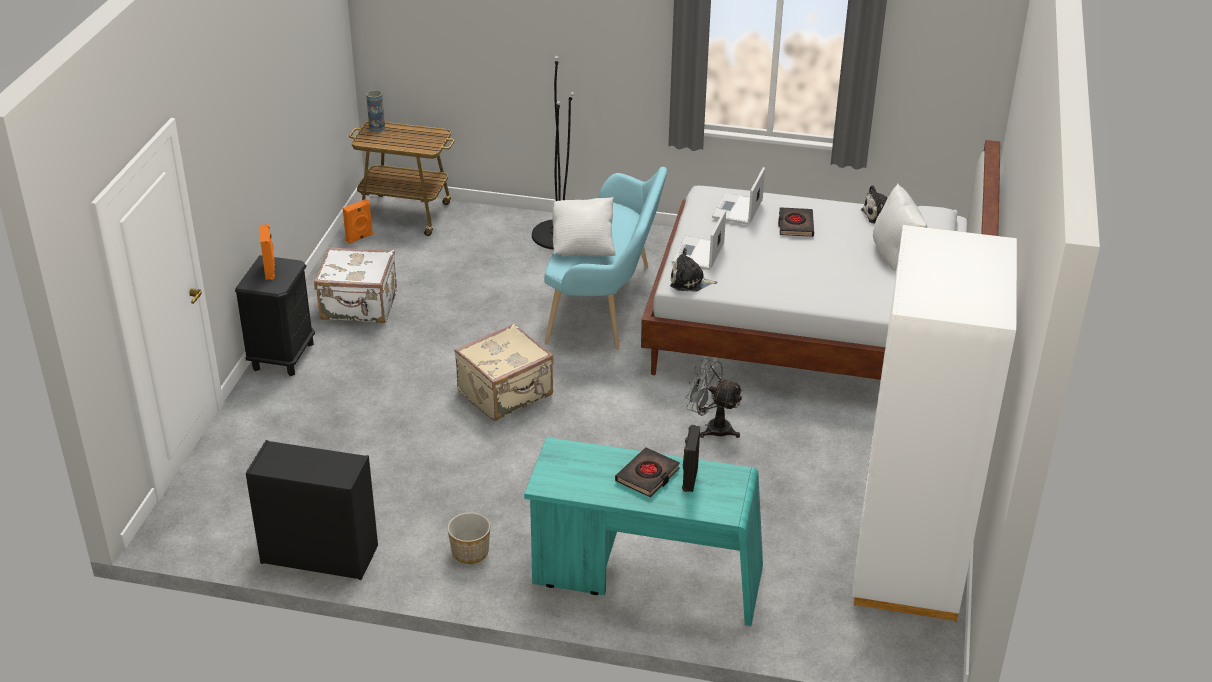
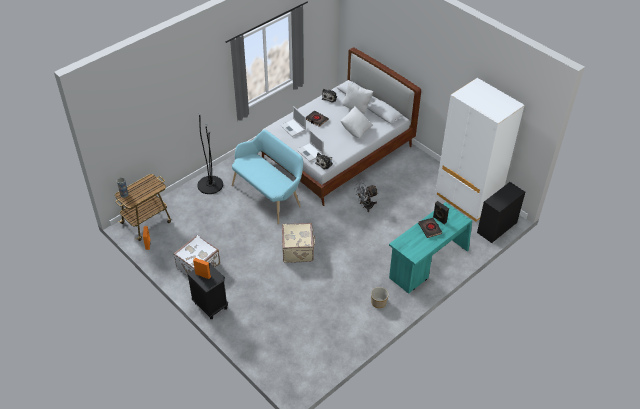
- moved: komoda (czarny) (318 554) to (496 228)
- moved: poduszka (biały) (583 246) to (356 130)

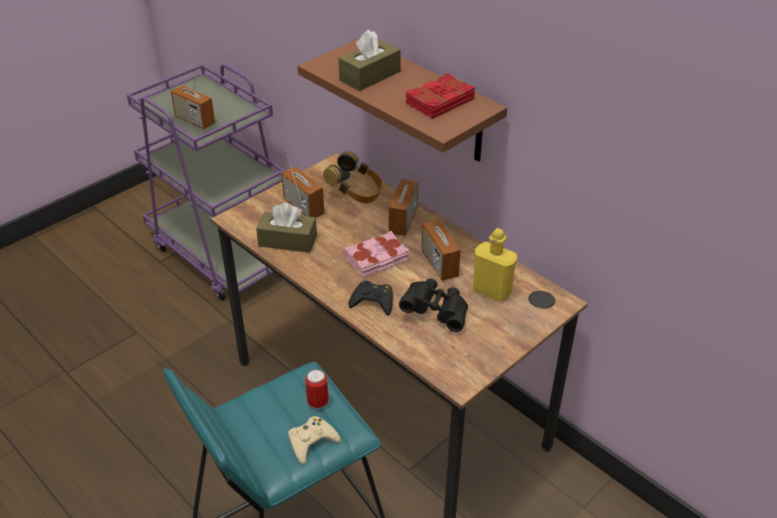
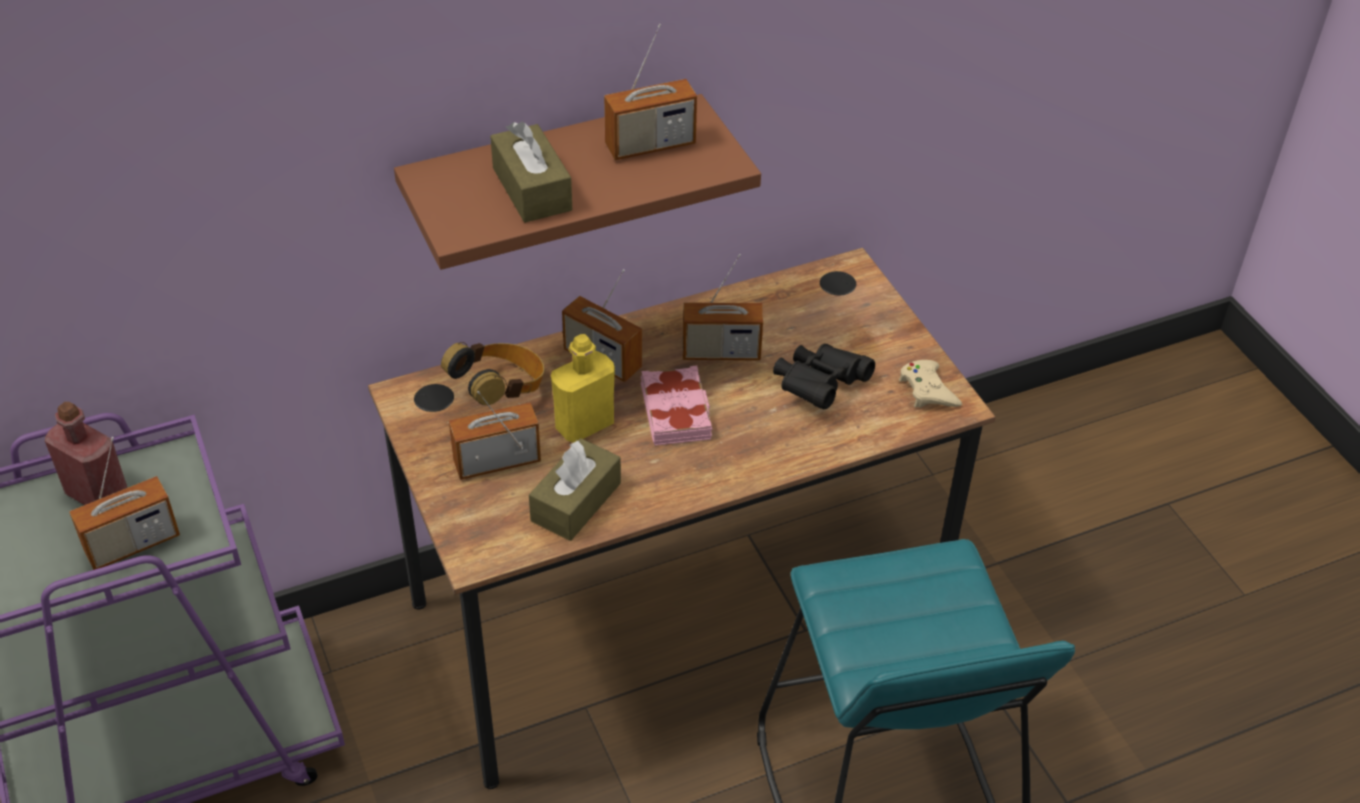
- moved: pad do gier (beżowy) (312 442) to (927 390)
- removed: puszka (318 402)
- removed: pad do gier (czarny) (373 301)
- replaced: książka (czerwony) (439 101) to radio (650 145)
- moved: butelka (żółty) (491 291) to (584 425)
- added: butelka (czerwony) (97 494)

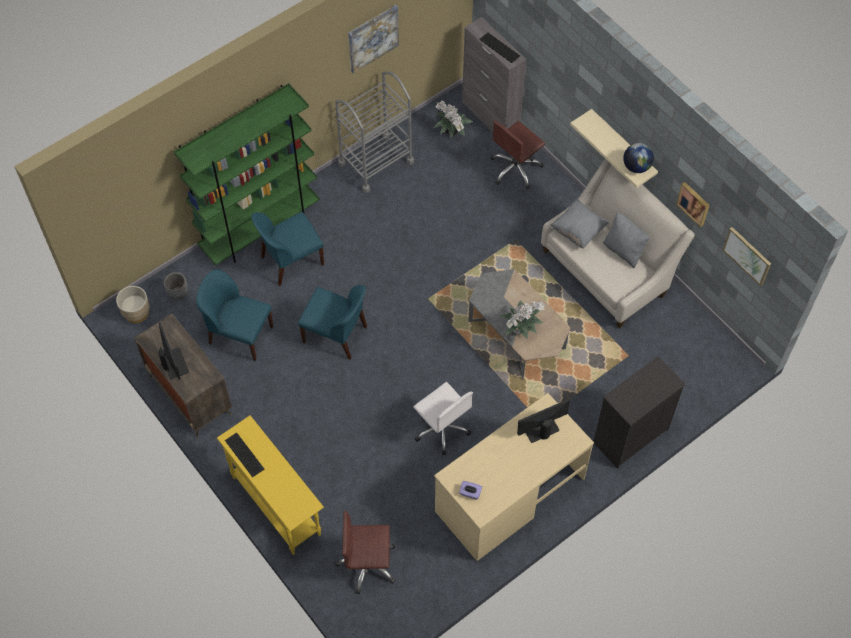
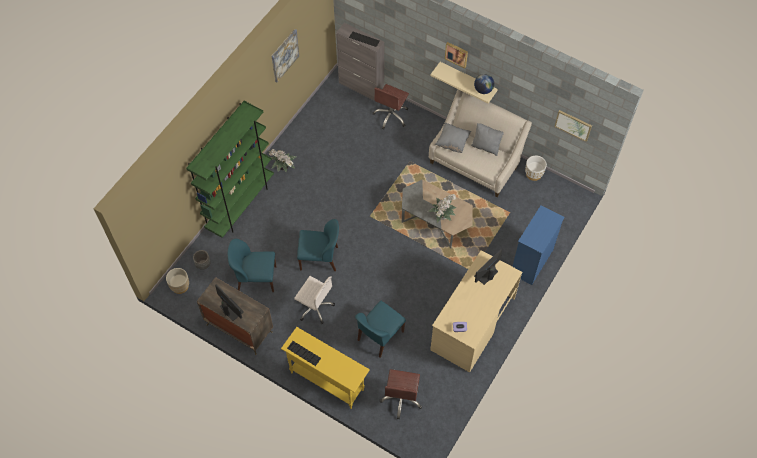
- moved: krzesło (niebieski) (291 261) to (379 336)
- removed: wózek (szary) (376 162)
- turned: krzesło biurowe (brązowy) (367 564) = (401 398) 60 degrees counterclockwise
- moved: krzesło biurowe (biały) (442 428) to (315 307)
- moved: roślina doniczkowa (451 133) to (284 168)
- recoloured: komoda (czarny) (629 436) to komoda (niebieski) (531 262)
- moved: obraz (694 203) to (456 54)
- added: donica (biały) (533 174)

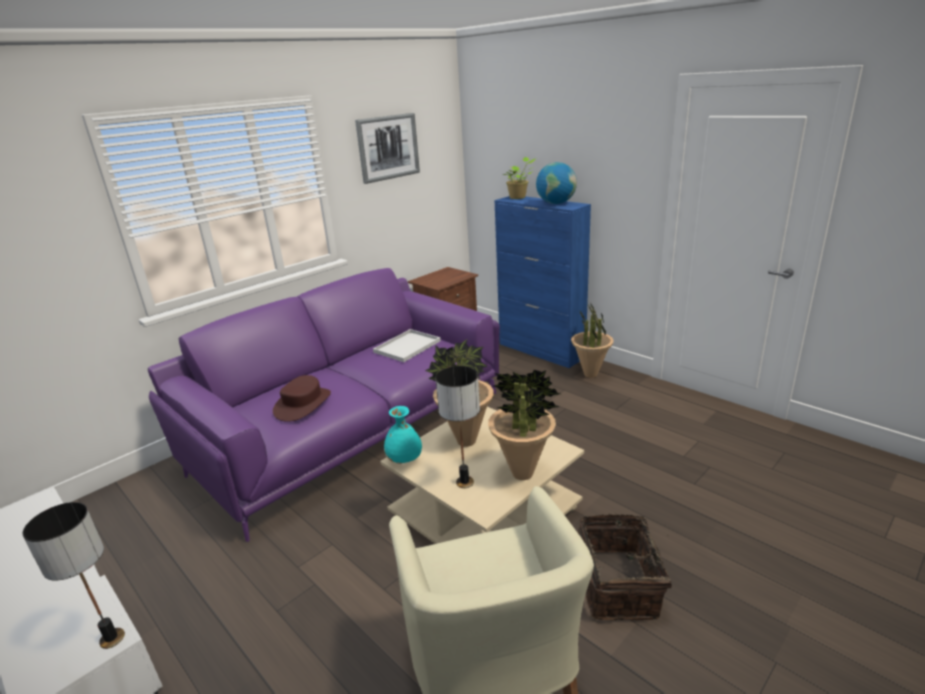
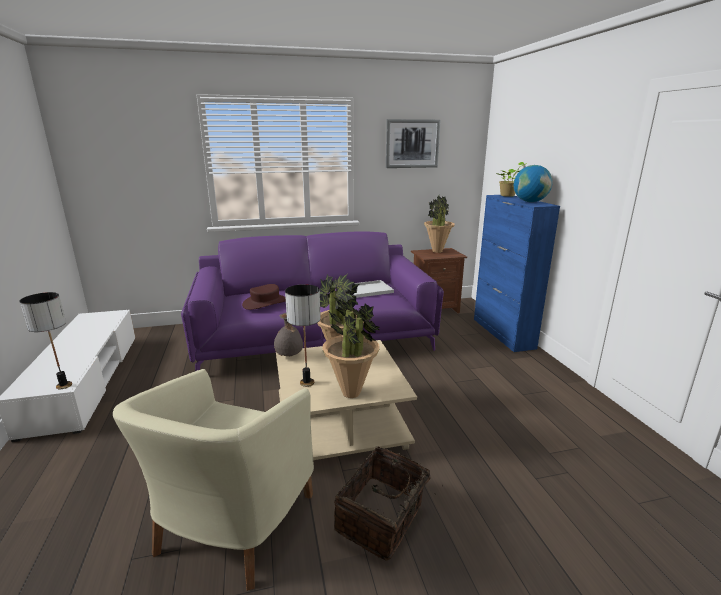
- recoloured: wazon (turkusowy) (404 460) to wazon (szary) (289 356)
- moved: roślina doniczkowa (590 374) to (437 251)

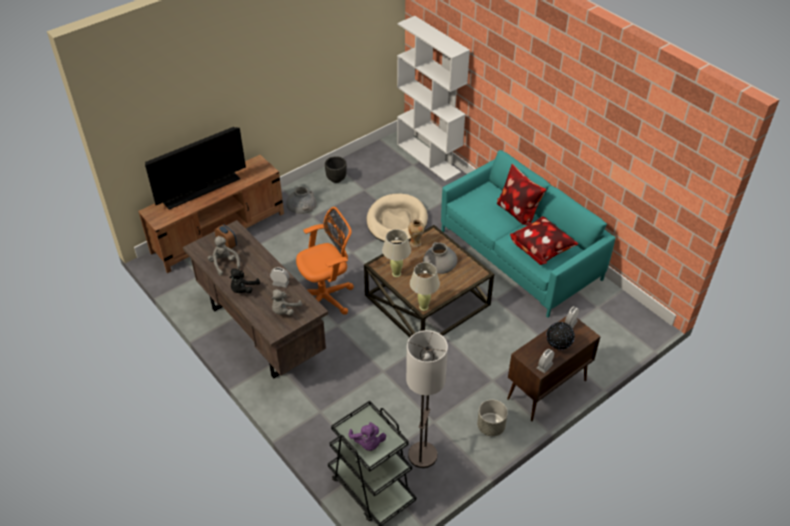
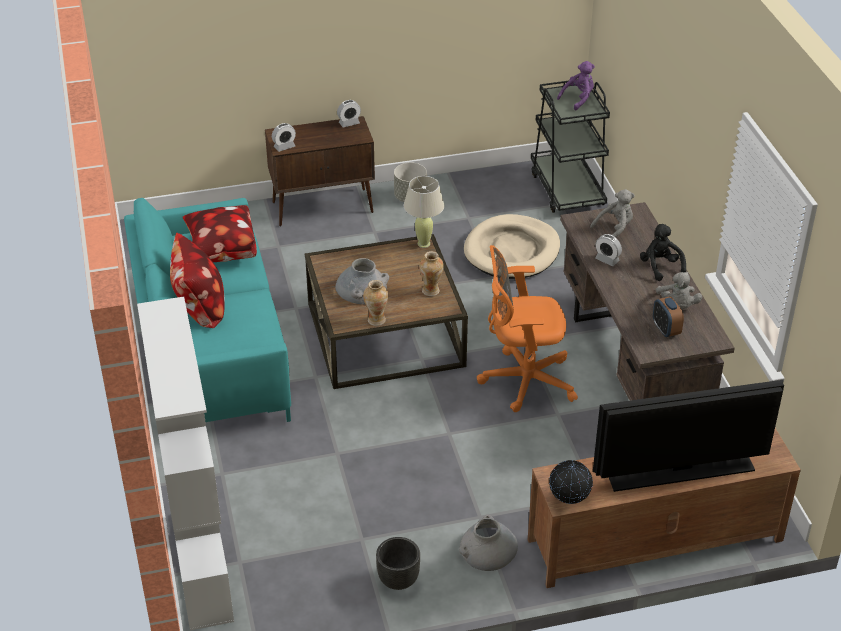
- turned: pluszak (czarny) (243 289) = (660 267) 75 degrees counterclockwise
- turned: pluszak (fioletowy) (368 443) = (578 99) 45 degrees clockwise
- moved: legowisko (beżowy) (397 221) to (512 251)
- replaced: lampa stołowa (beżowy) (396 274) to wazon (431 291)
- removed: lampa stojąca (422 455)
- moved: globus (557 347) to (569 501)

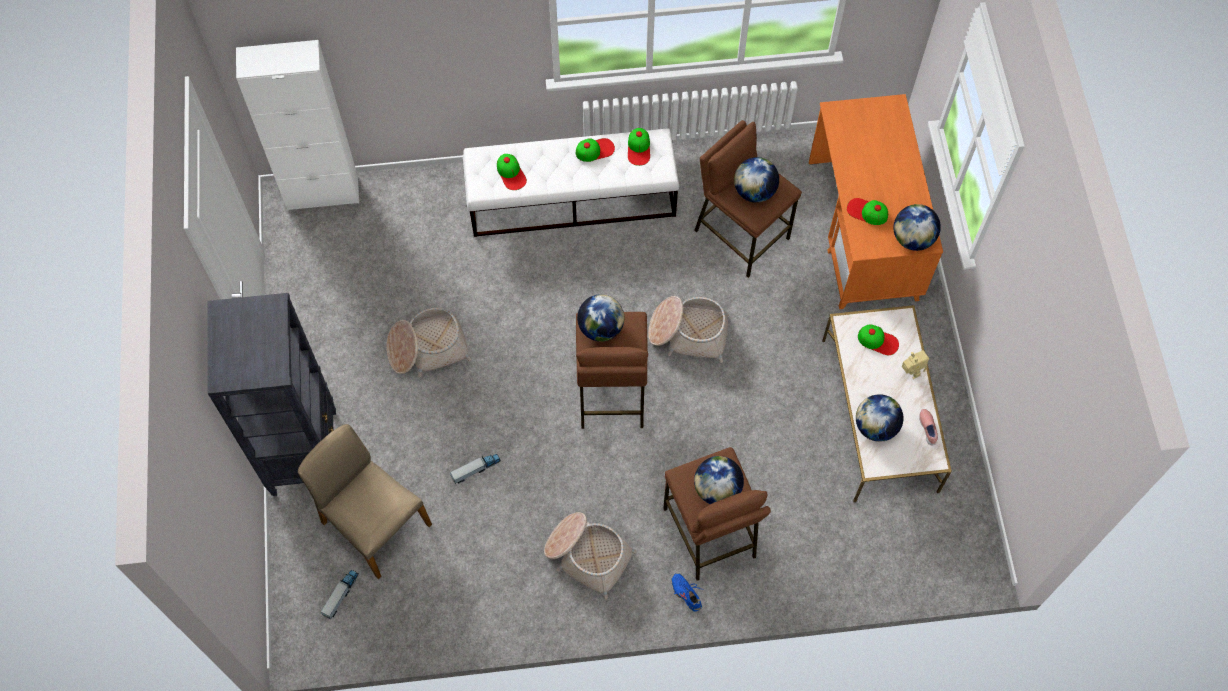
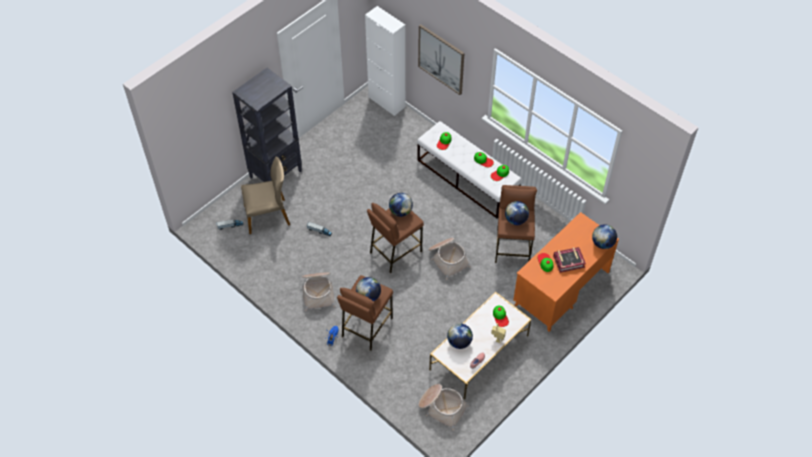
- turned: krzesło (beżowy) (374 523) = (267 215) 75 degrees clockwise
- moved: koszyk (427 348) to (442 407)
- moved: globus (912 238) to (602 243)
- added: obraz (441 59)
- added: książka (568 261)

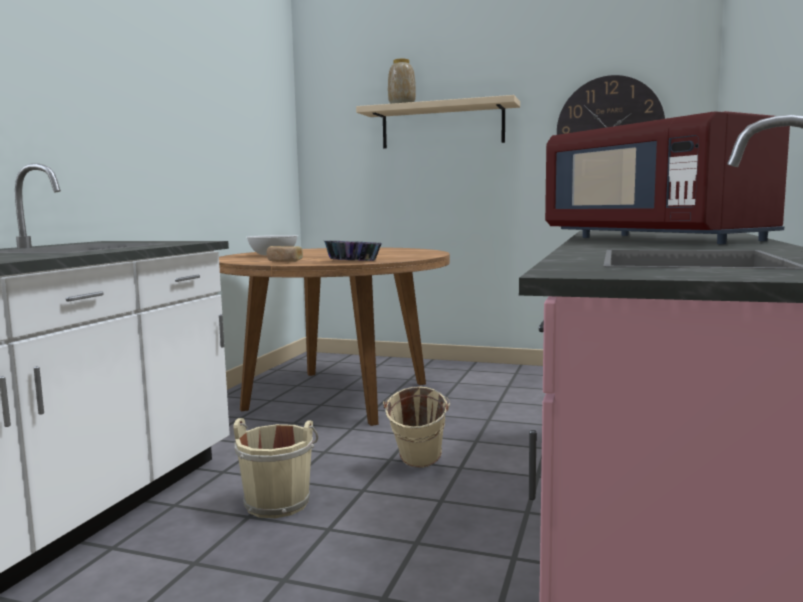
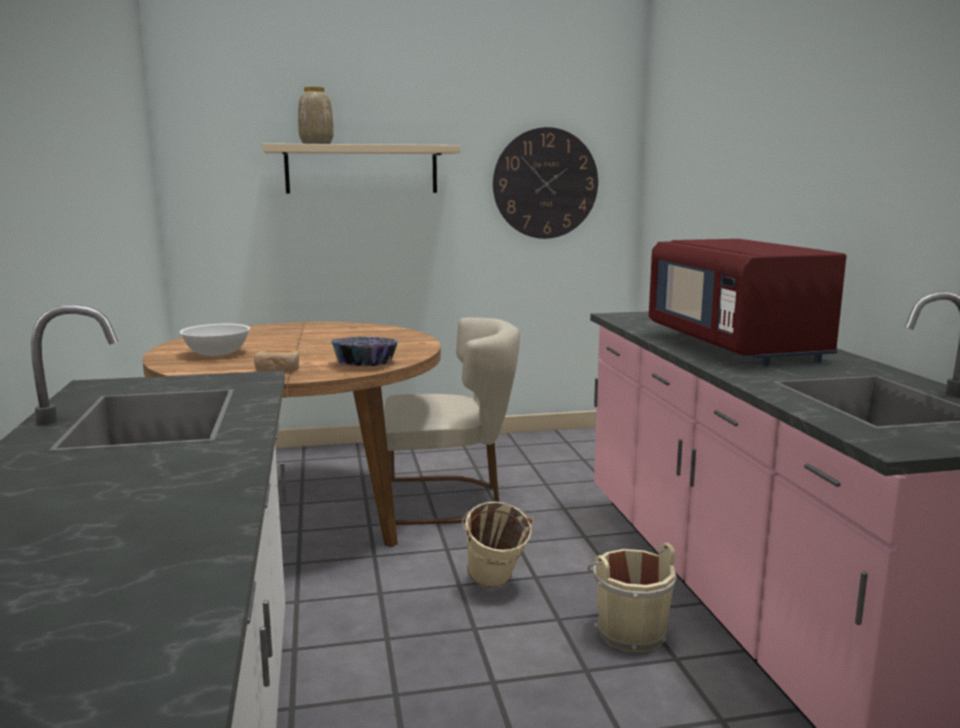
- moved: wiadro (beżowy) (277 502) to (629 632)
- turned: mikrofalówka (czerwony) (655 239) = (735 346) 45 degrees clockwise
- added: krzesło (beżowy) (449 500)

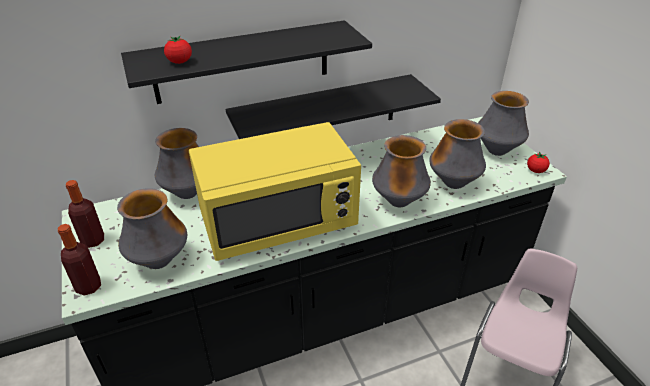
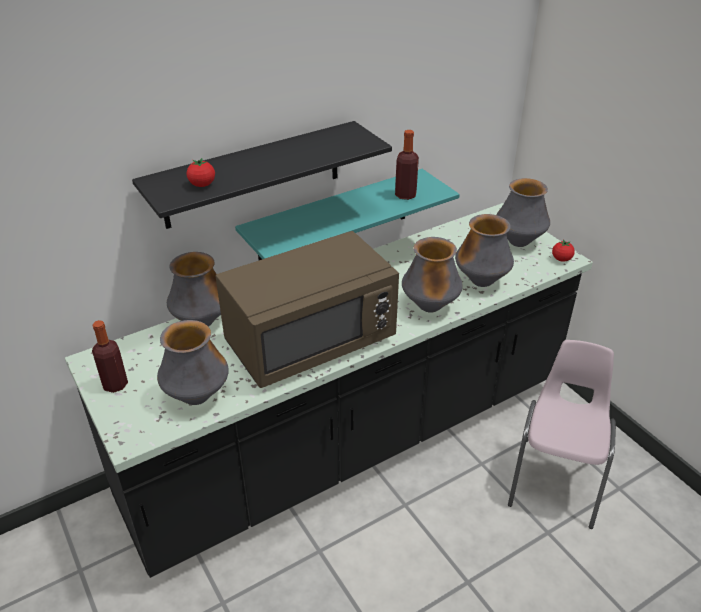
- moved: butelka (88 286) to (405 195)
- recoloured: mikrofalówka (żółty) (278 222) to mikrofalówka (brązowy) (310 341)
- recoloured: półka (czarny) (323 112) to półka (turkusowy) (334 218)

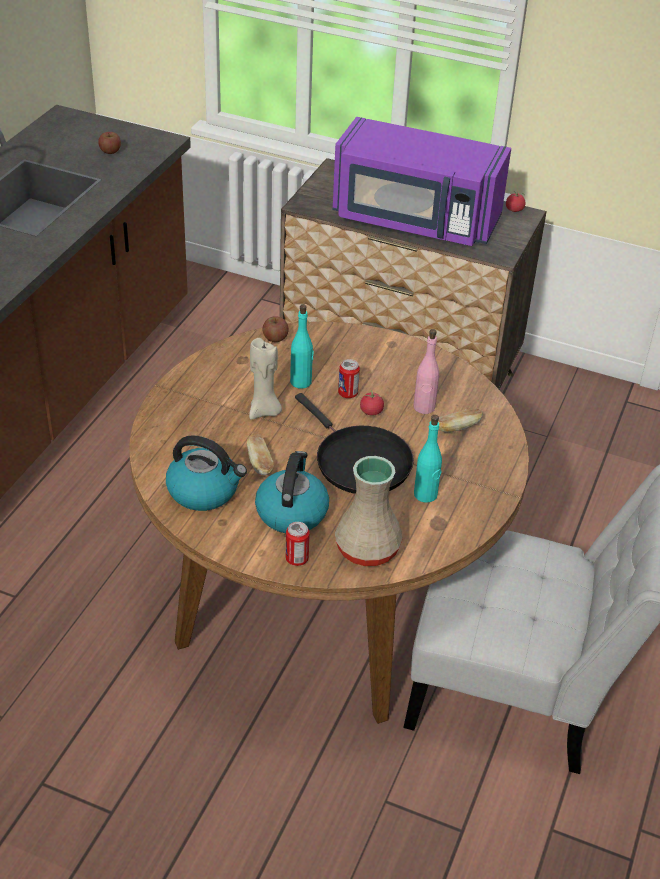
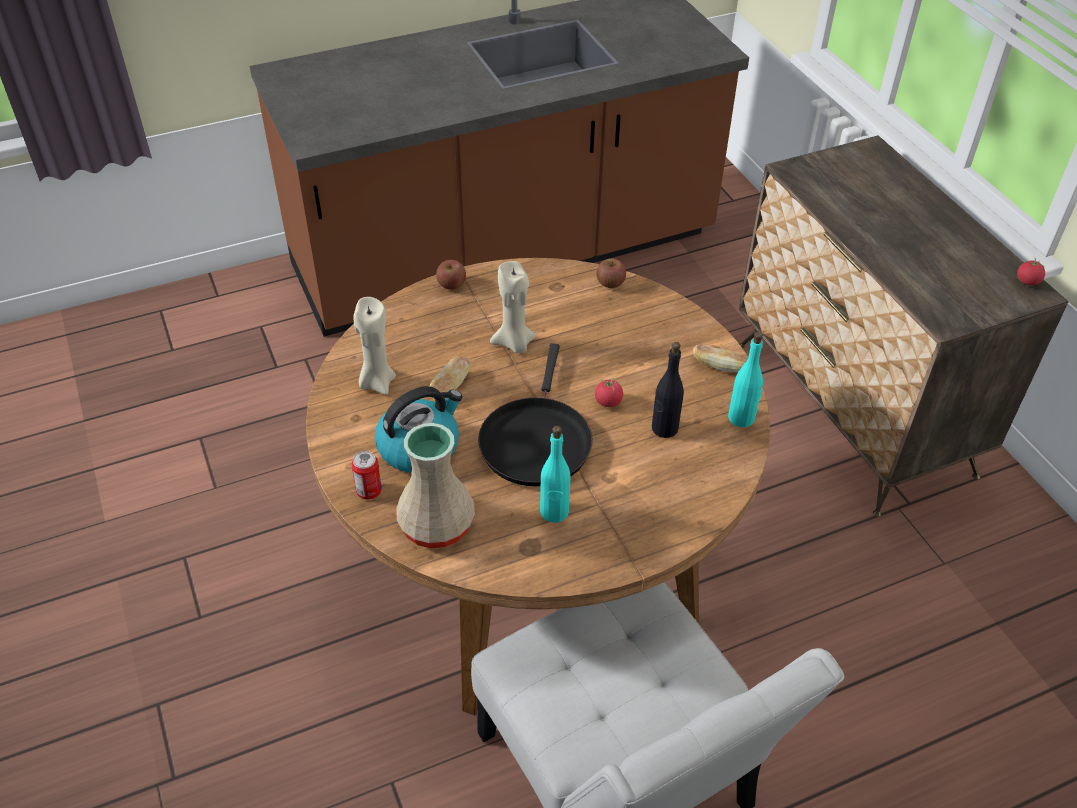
- moved: jabłko (110 151) to (451 284)
- replaced: czajnik (204 491) to świeca (beżowy) (377 382)
- moved: butelka (turkusowy) (301 382) to (741 418)
- removed: mikrofalówka (fioletowy) (415 220)
- removed: puszka (348 394)
- recoloured: butelka (różowy) (424 407) to butelka (czarny) (664 428)
- moved: chleb (457 428) to (720 366)

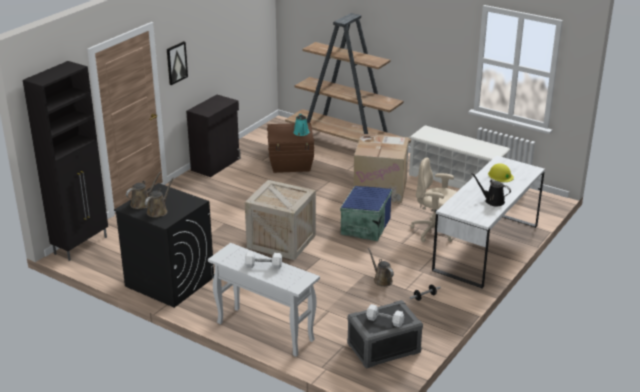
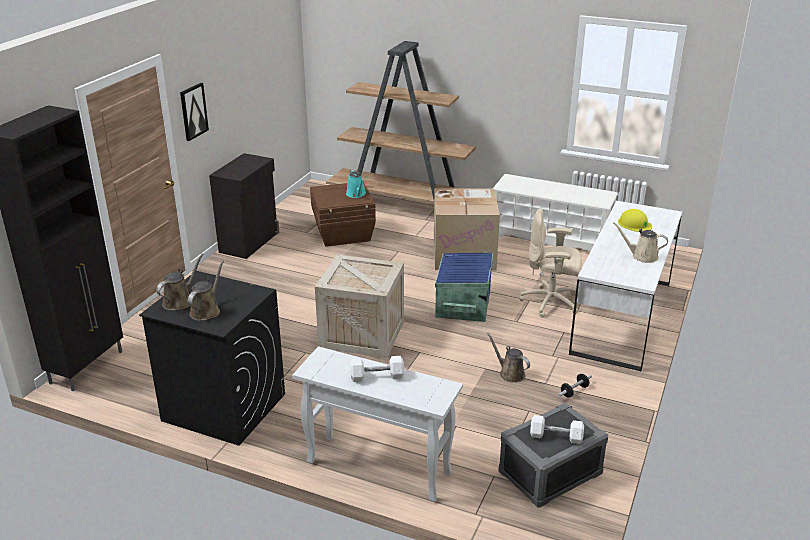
- recoloured: konewka (czarny) (492 201) to konewka (beżowy) (642 256)

